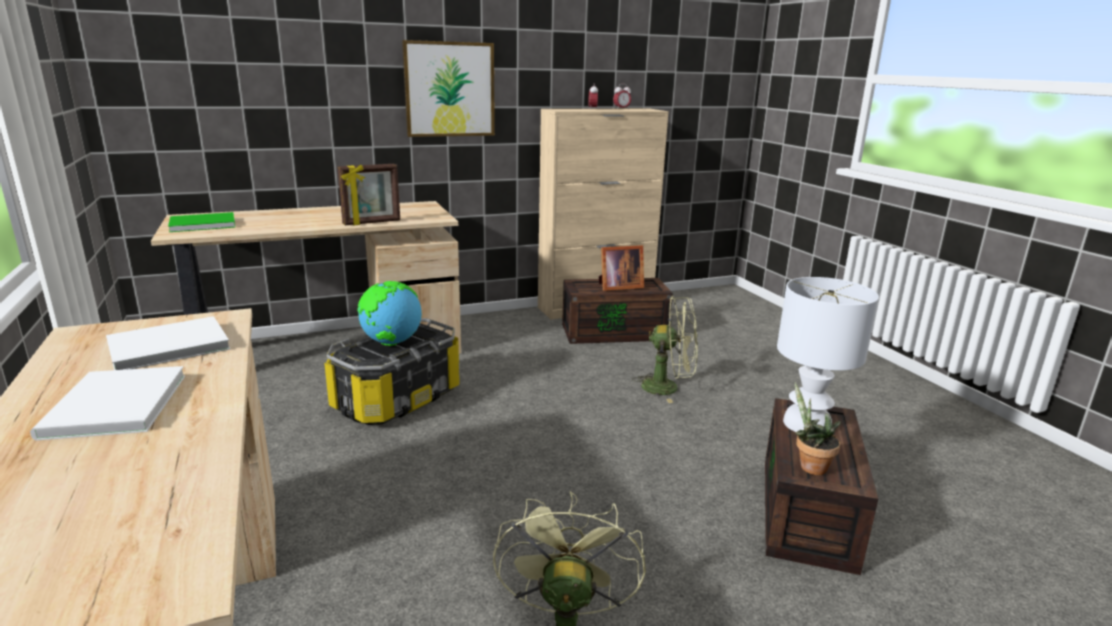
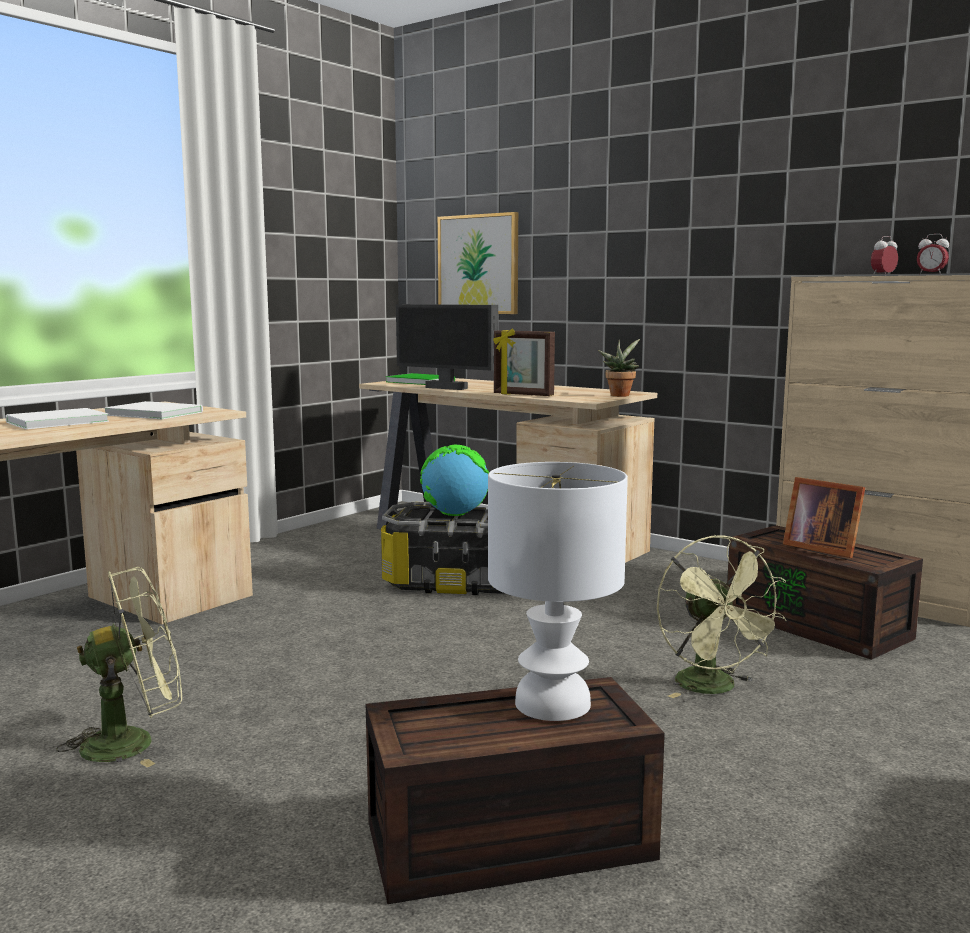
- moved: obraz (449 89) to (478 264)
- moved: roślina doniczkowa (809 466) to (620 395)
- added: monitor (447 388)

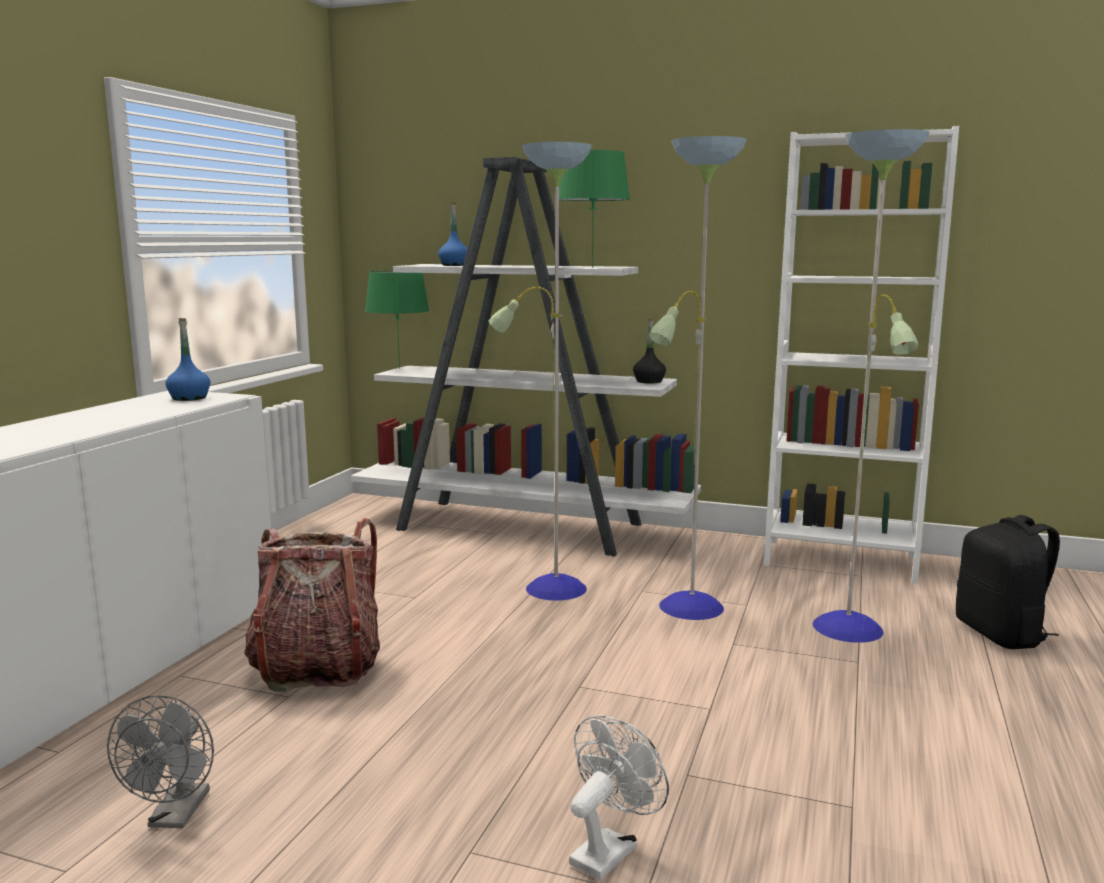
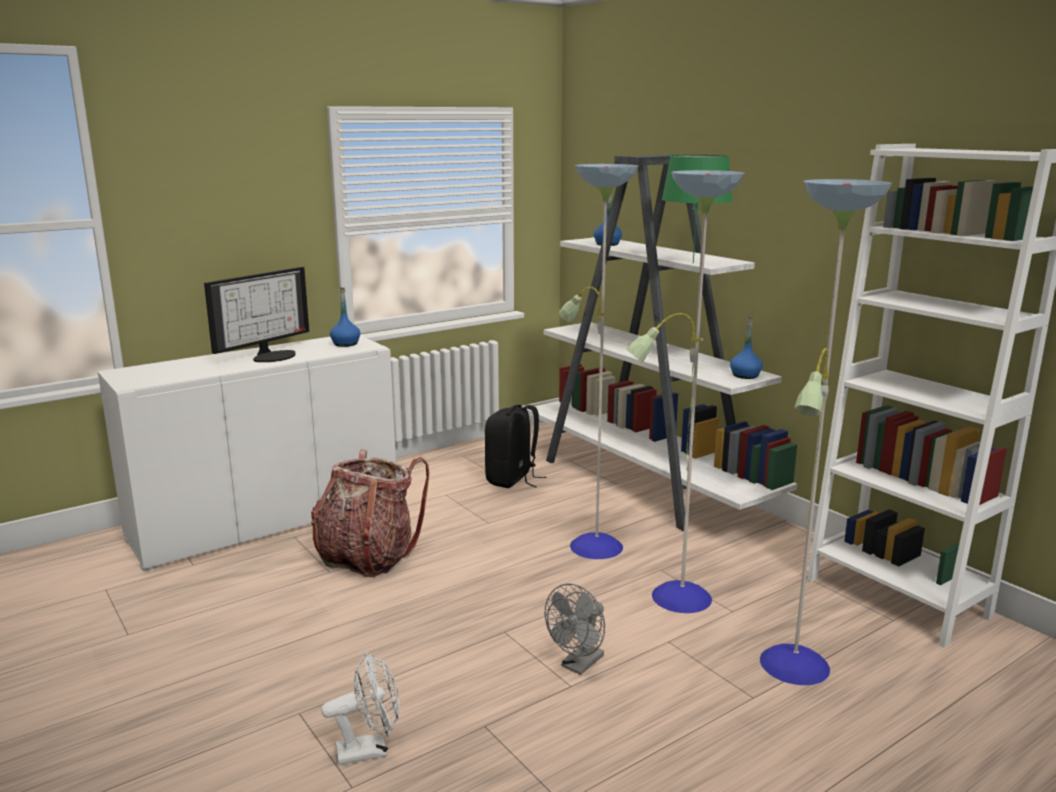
- moved: wentylator (szary) (175 816) to (578 665)
- removed: lampa stołowa (zielony) (399 368)
- recoloured: butelka (czarny) (649 381) to butelka (niebieski) (745 375)
- moved: plecak (czarny) (1001 634) to (512 480)
- added: monitor (272 355)

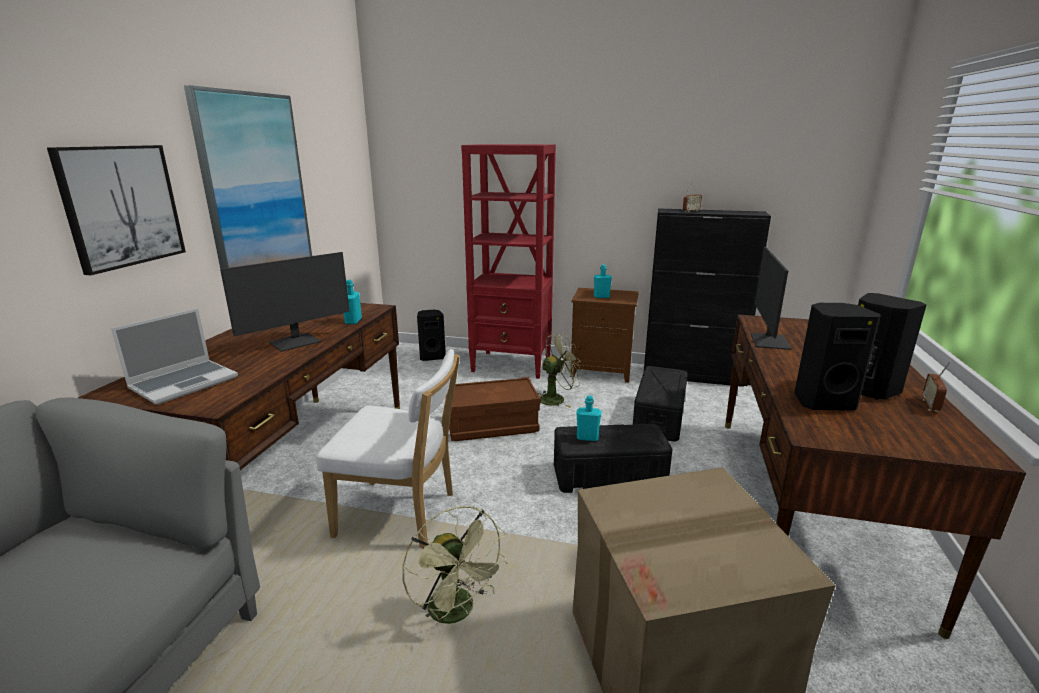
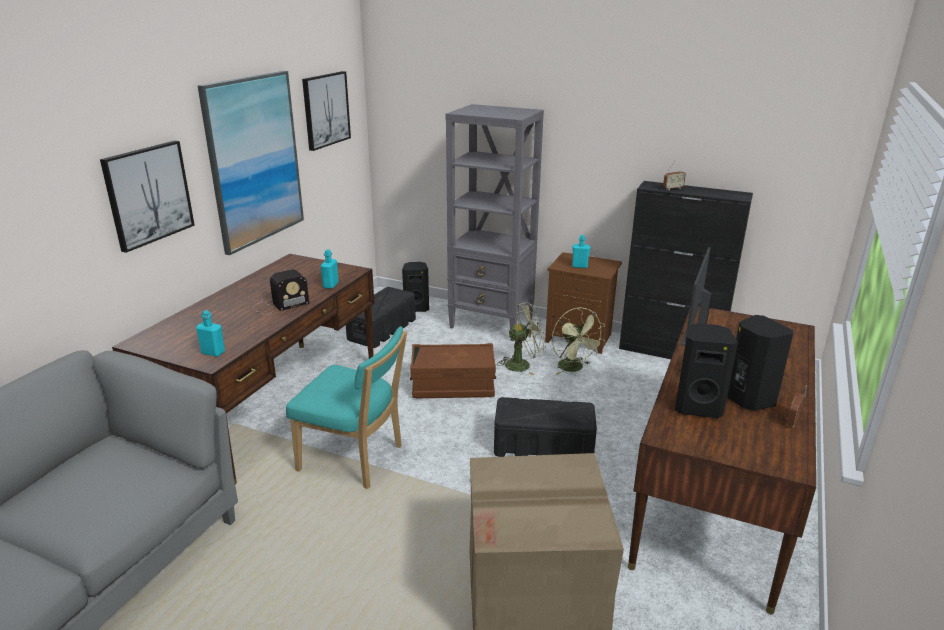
- removed: laptop (185 382)
- replaced: monitor (296 342) to radio (279 305)
- recoloured: krzesło (biały) (402 515) to krzesło (turkusowy) (355 459)
- moved: wentylator (zielony) (457 613) to (574 368)
- recoloured: regał (czerwony) (512 365) to regał (szary) (492 323)
- moved: butelka (turkusowy) (587 437) to (213 352)
- moved: pojemnik do przechowywania (czarny) (659 417) to (382 329)
- added: obraz (325 110)

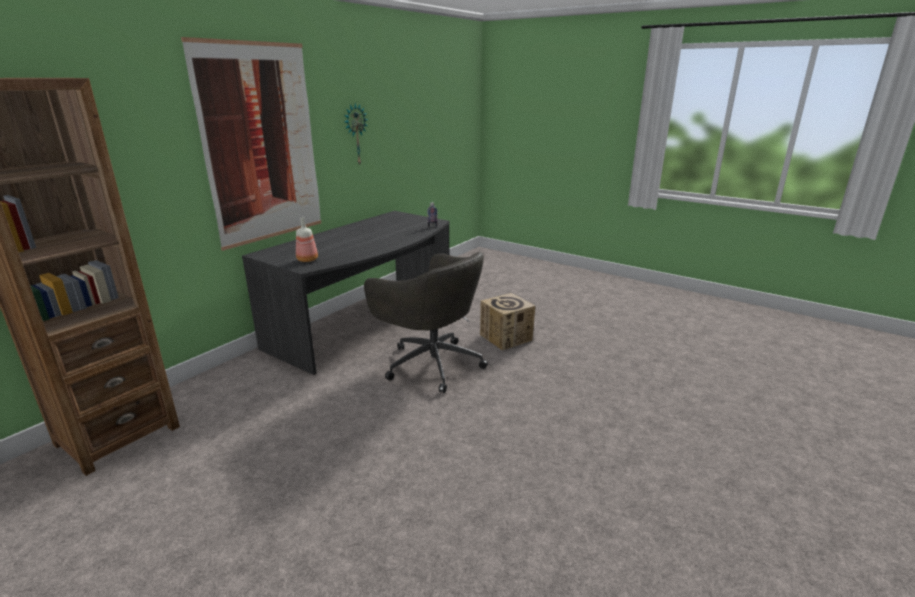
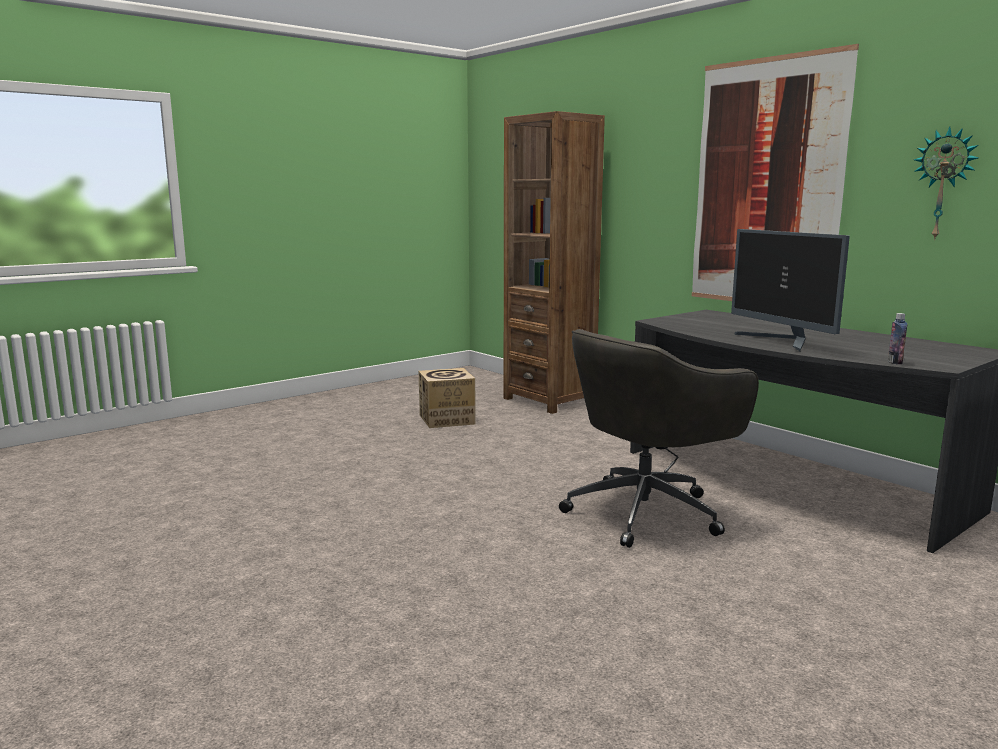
- removed: butelka (307 259)
- moved: karton (506 337) to (447 419)
- added: monitor (783 341)

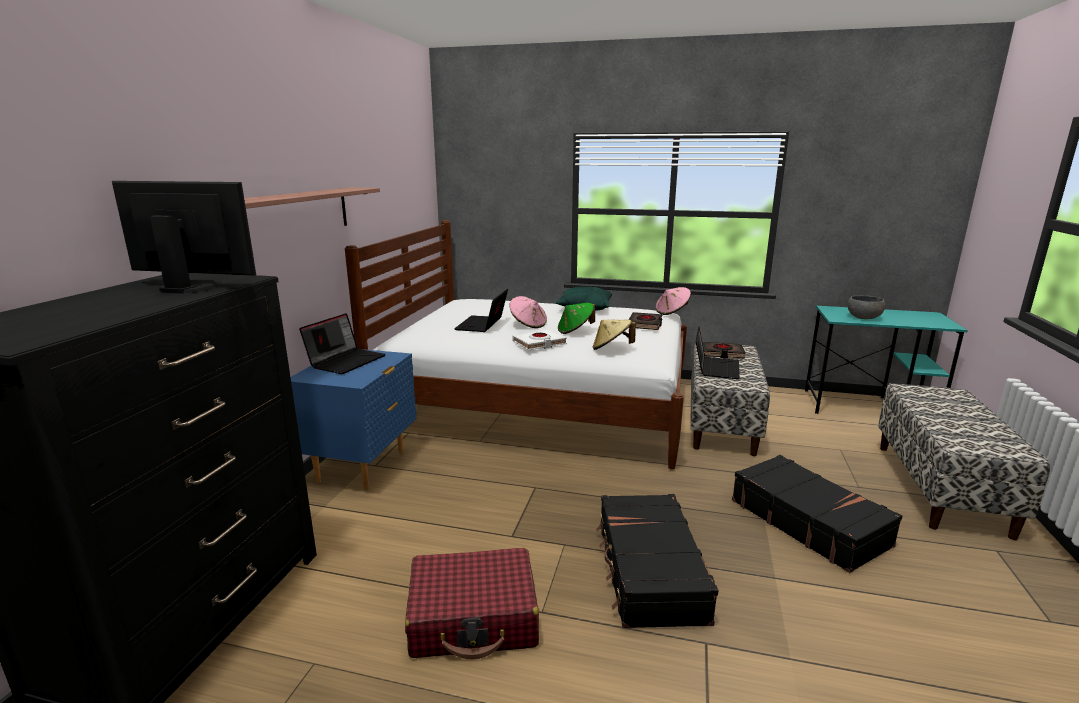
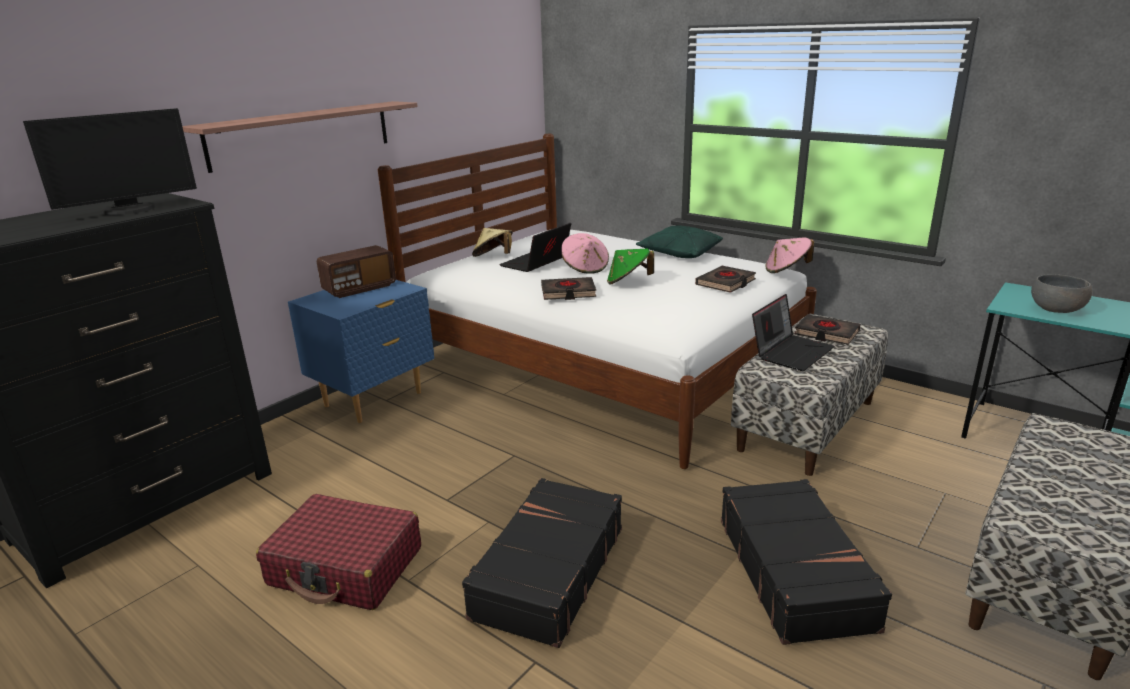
- turned: monitor (191 287) = (129 210) 105 degrees clockwise
- replaced: laptop (346 361) to radio (359 288)
- recoloured: książka (biały) (539 343) to książka (czarny) (568 292)
- moved: kapelusz (beżowy) (611 348) to (493 257)

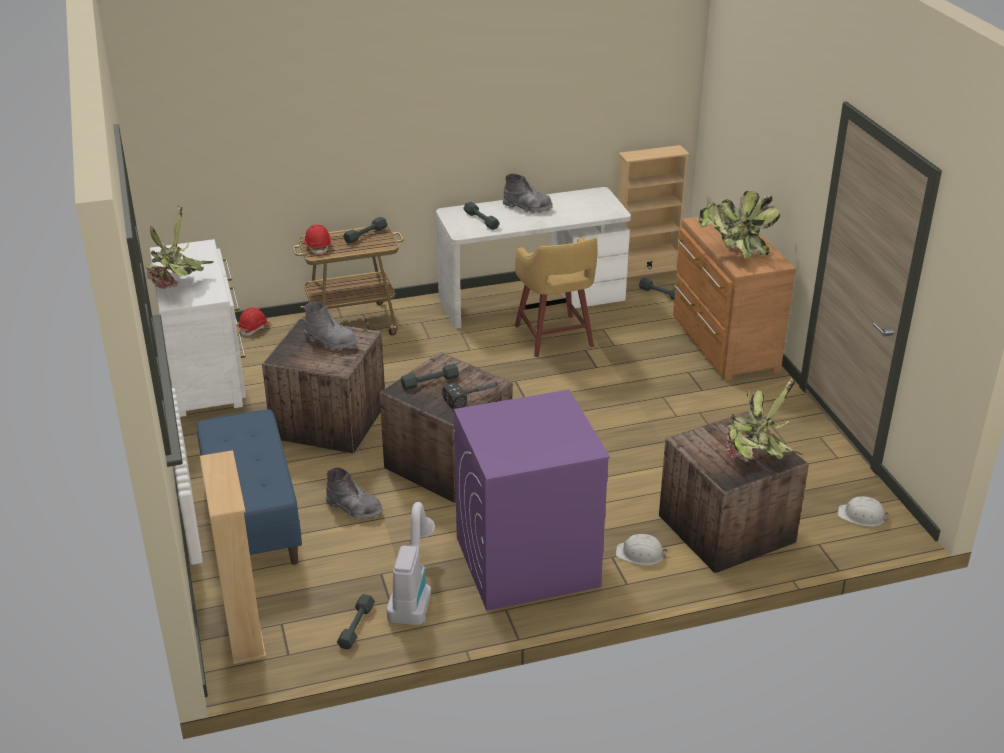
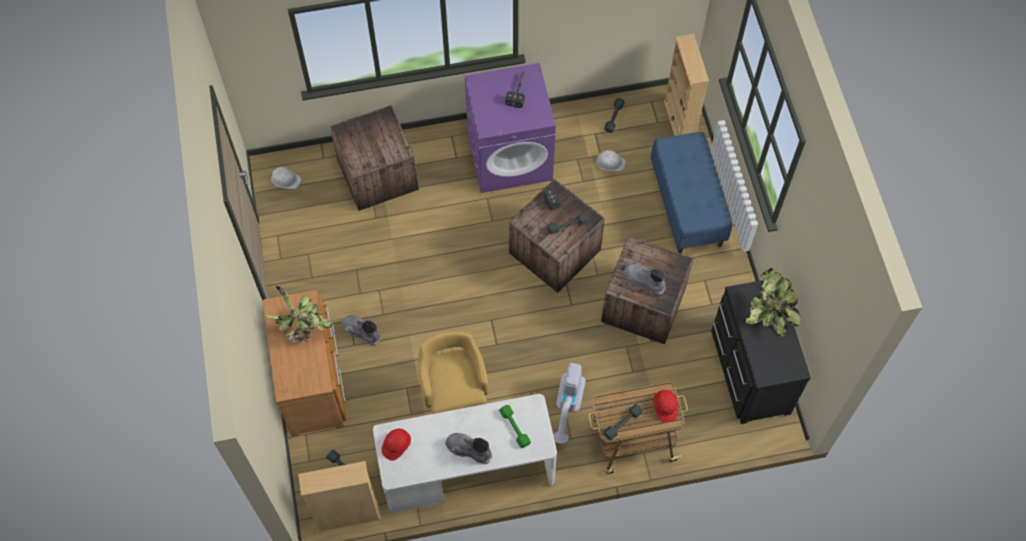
- recoloured: komoda (biały) (207 375) to komoda (czarny) (748 372)
- moved: kask (czerwony) (254 328) to (396 445)
- moved: but z cholewką (szary) (354 508) to (361 332)
- moved: odkurzacz (413 593) to (568 408)
- recoloured: hantel (szary) (481 220) to hantel (zielony) (514 428)
- moved: kask (biały) (640 554) to (610 162)
- removed: roślina doniczkowa (754 461)
- added: młotek (518 90)

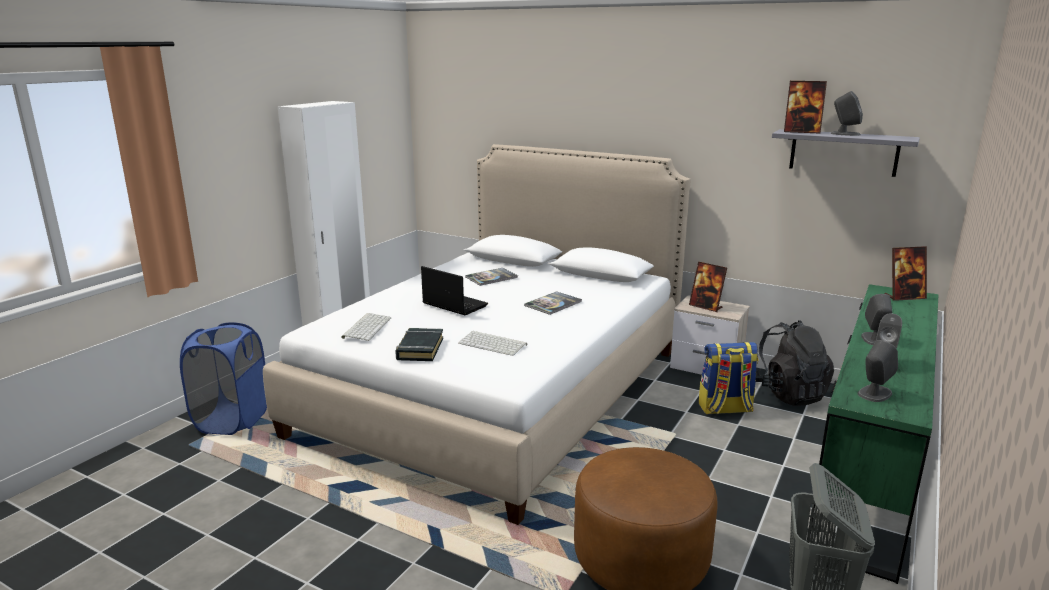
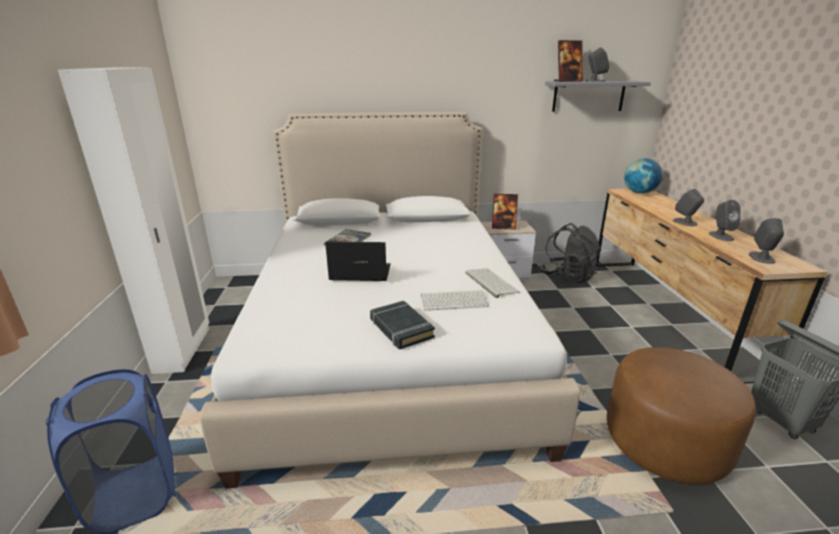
- moved: klawiatura (366 327) to (490 282)
- removed: książka (553 304)
- removed: plecak (725 409)
- recoloured: komoda (zielony) (868 468) to komoda (brązowy) (666 310)
- replaced: ramka na zdjęcie (904 297) to globus (639 193)

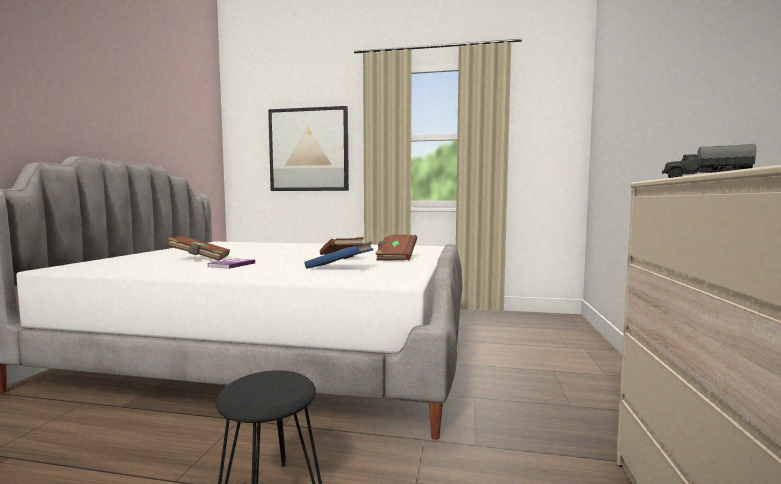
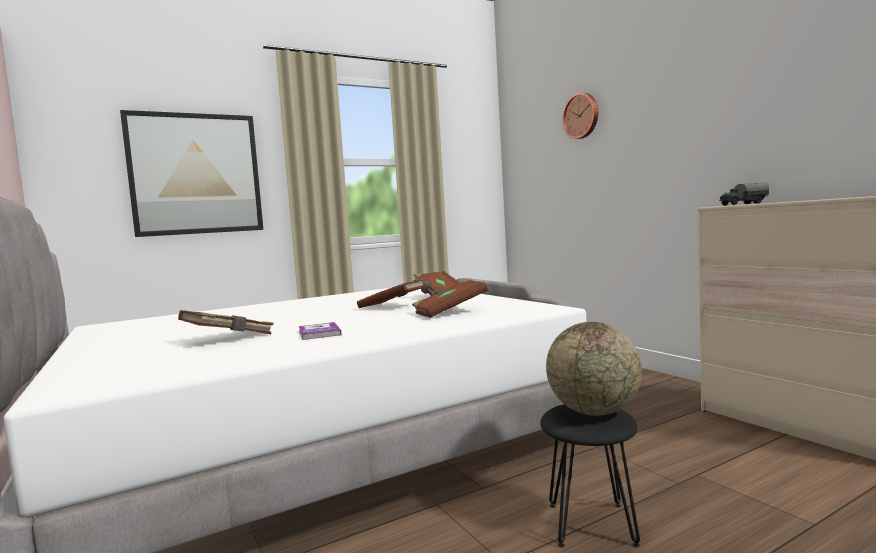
- recoloured: książka (niebieski) (340 268) to książka (brązowy) (449 312)
- added: globus (594 412)
- added: zegar ścienny (581 116)

